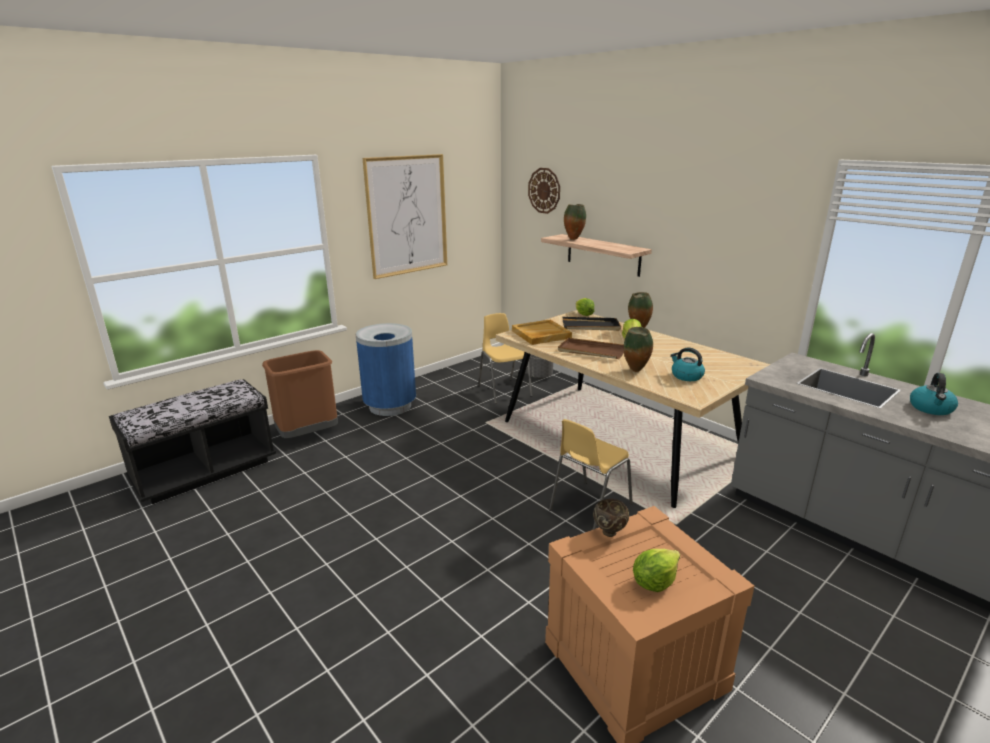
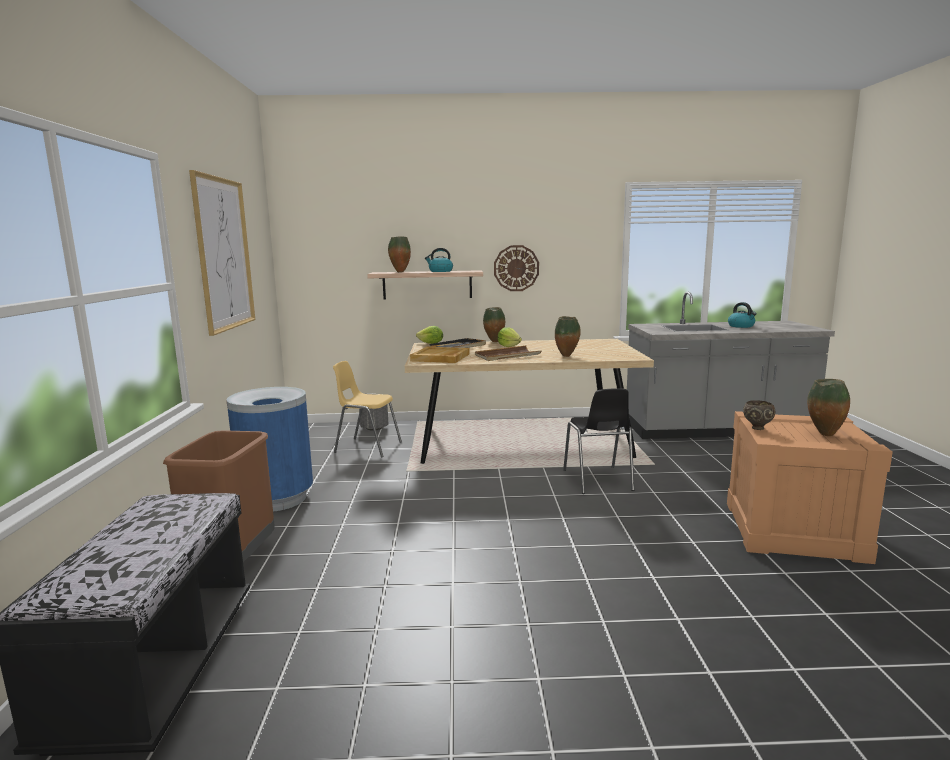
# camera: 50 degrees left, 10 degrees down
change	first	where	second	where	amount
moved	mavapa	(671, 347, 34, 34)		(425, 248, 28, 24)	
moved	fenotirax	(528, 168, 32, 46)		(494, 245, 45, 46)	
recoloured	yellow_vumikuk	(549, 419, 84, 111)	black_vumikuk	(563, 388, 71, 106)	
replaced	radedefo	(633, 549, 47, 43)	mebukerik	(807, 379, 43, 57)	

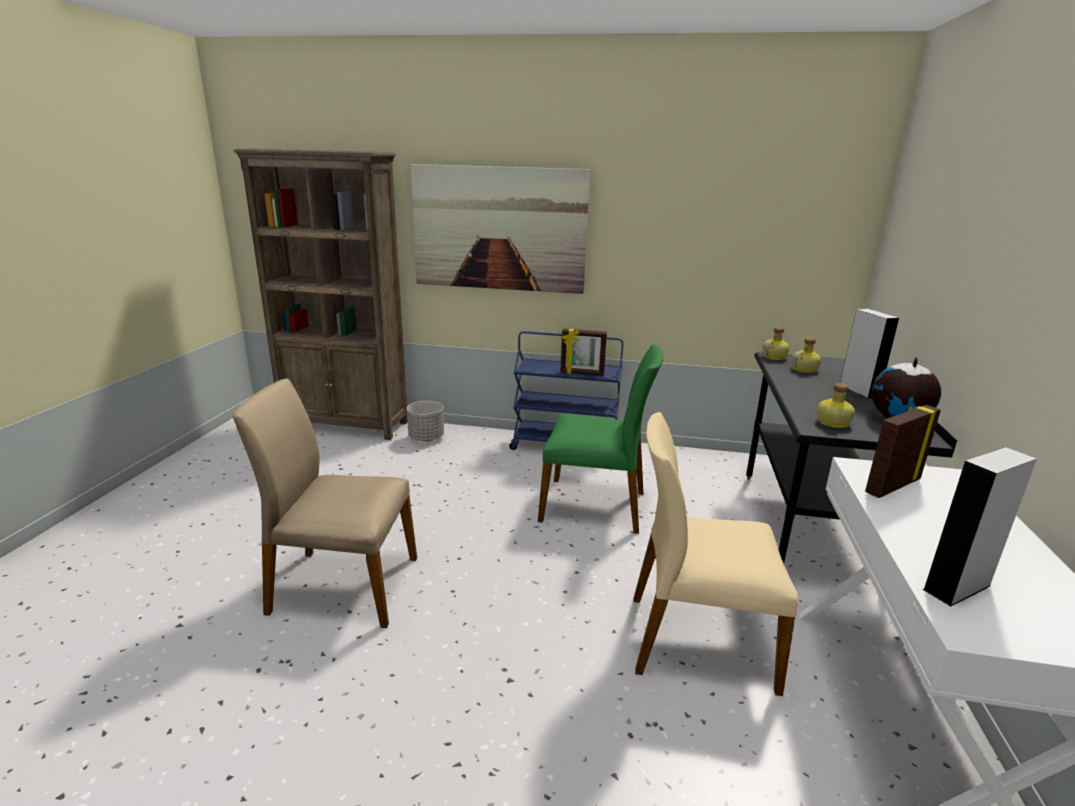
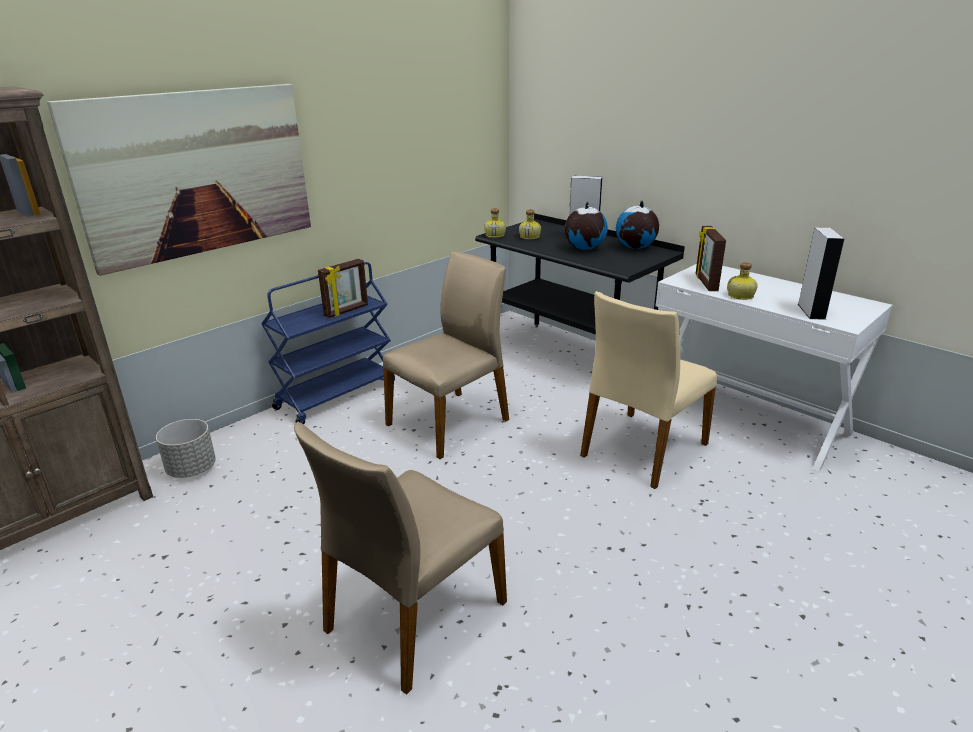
# camera: 55 degrees left, 5 degrees up
change	first	where	second	where	amount
recoloured	green_vumikuk	(538, 344, 125, 190)	beige_vumikuk	(383, 251, 126, 208)	
added			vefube	(565, 202, 43, 48)	
moved	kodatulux	(817, 383, 38, 45)		(727, 262, 31, 38)	

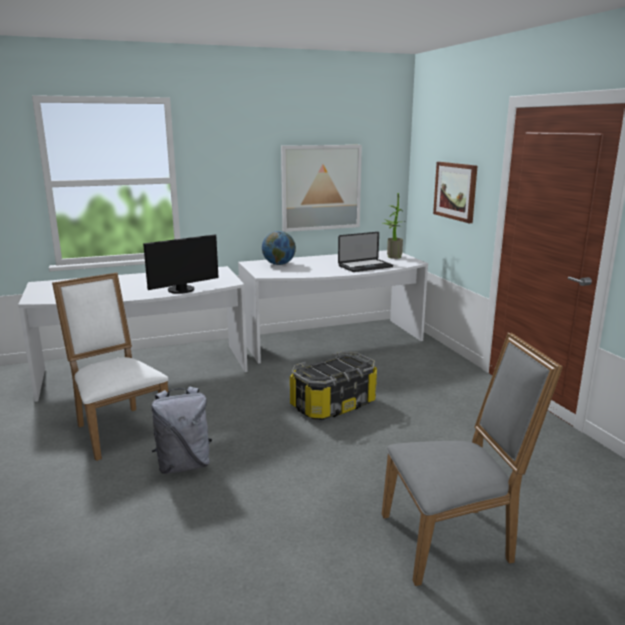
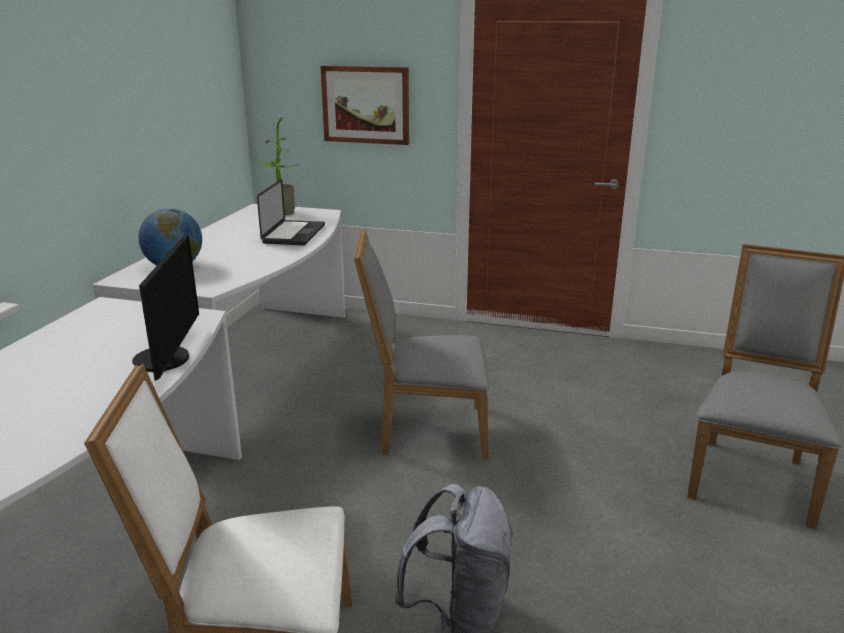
# camera: 55 degrees left, 5 degrees up
change	first	where	second	where	amount
replaced	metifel	(290, 351, 87, 69)	grey_vumikuk	(354, 230, 135, 230)	
removed	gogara	(281, 145, 81, 87)			

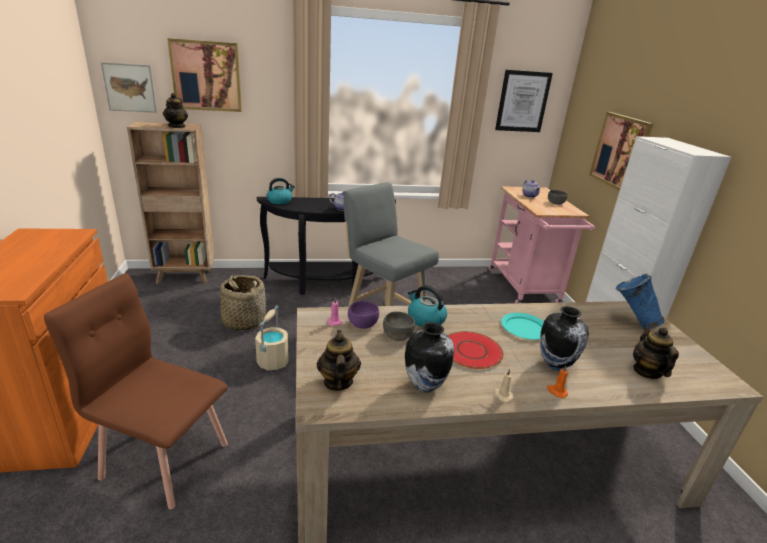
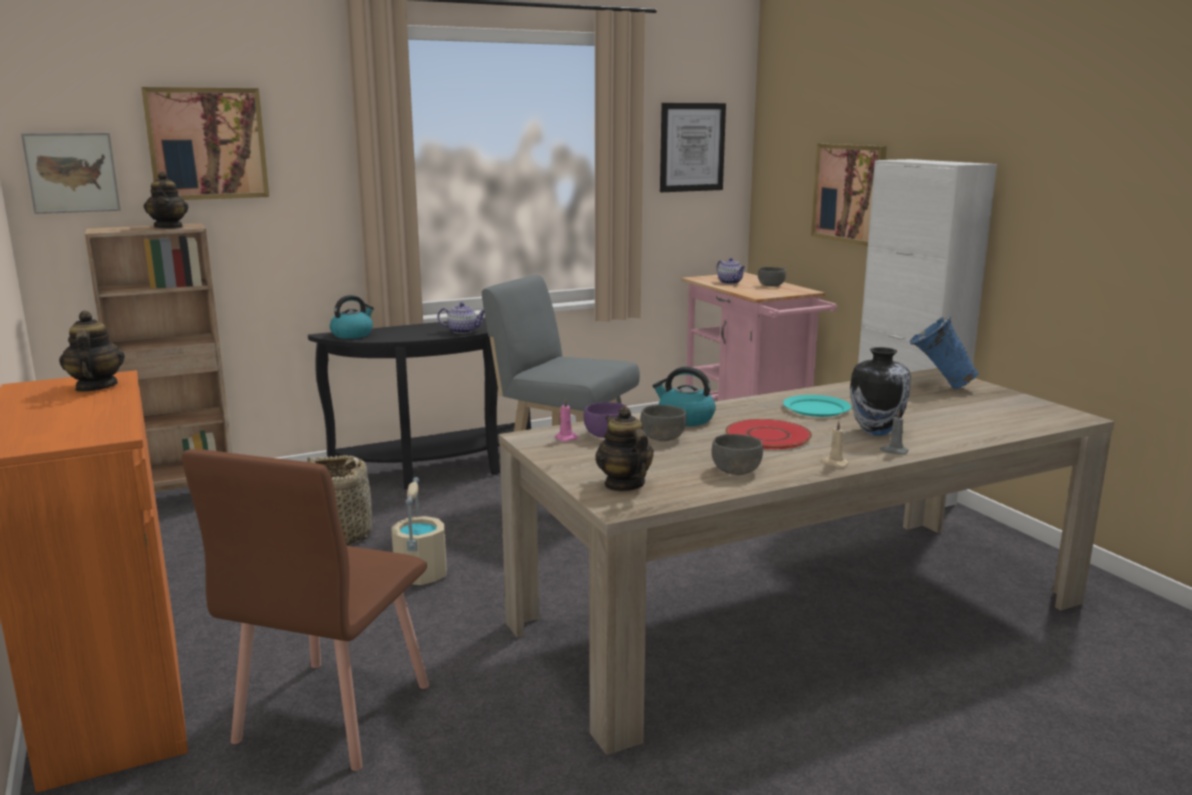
# camera: 15 degrees left, 10 degrees down
change	first	where	second	where	amount
moved	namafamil	(633, 325, 46, 54)		(59, 311, 66, 81)	
turned	brown_vumikuk	(44, 273, 184, 237)		(182, 449, 247, 322)	75 degrees counterclockwise
replaced	mebukerik	(405, 322, 49, 71)	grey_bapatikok	(712, 434, 51, 41)	
recoloured	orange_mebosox	(547, 365, 21, 33)	grey_mebosox	(880, 410, 29, 44)	

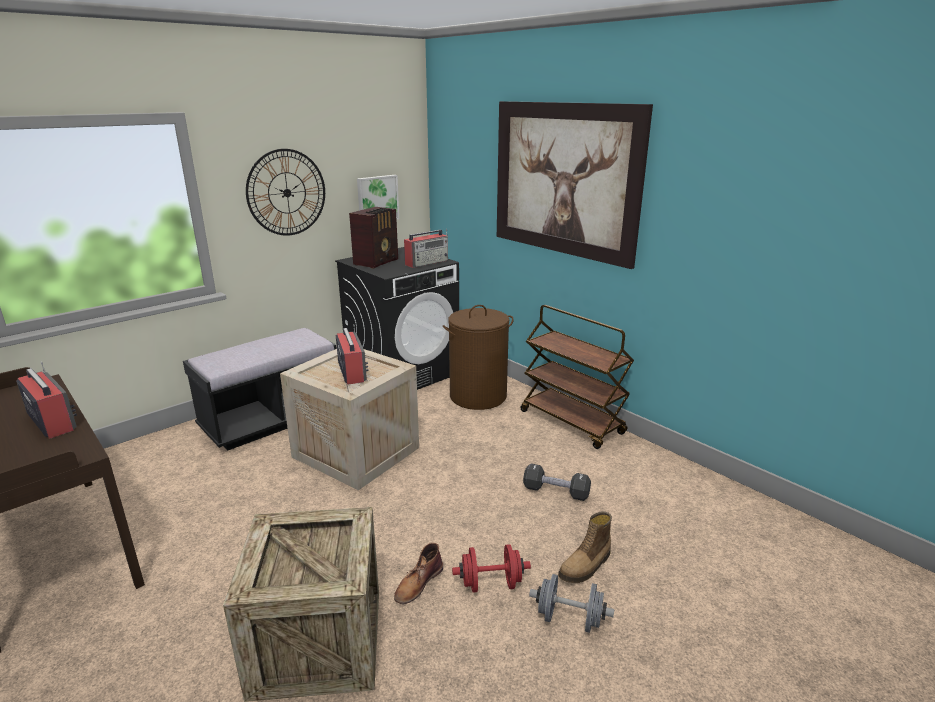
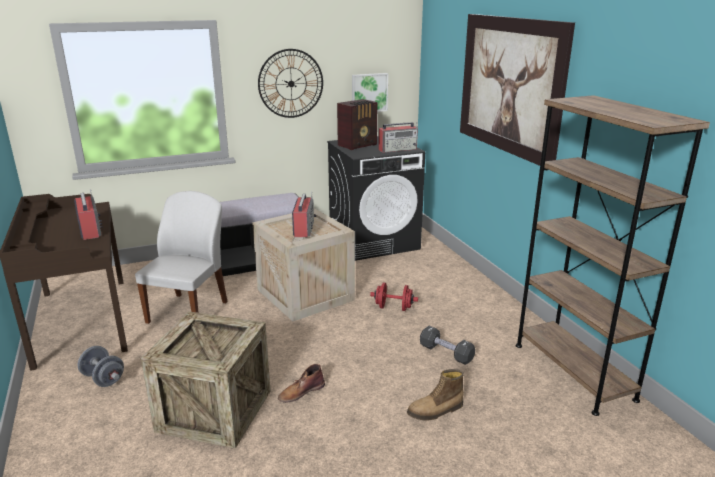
# camera: 20 degrees right, 0 degrees up
change	first	where	second	where	amount
moved	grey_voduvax	(529, 574, 85, 59)		(78, 346, 46, 41)	
added			white_vumikuk	(135, 191, 93, 133)	
moved	red_voduvax	(452, 544, 79, 49)		(370, 283, 48, 28)	
added			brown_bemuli	(516, 95, 194, 321)	
removed	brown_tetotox	(443, 305, 71, 105)			
removed	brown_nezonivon	(521, 305, 113, 144)			

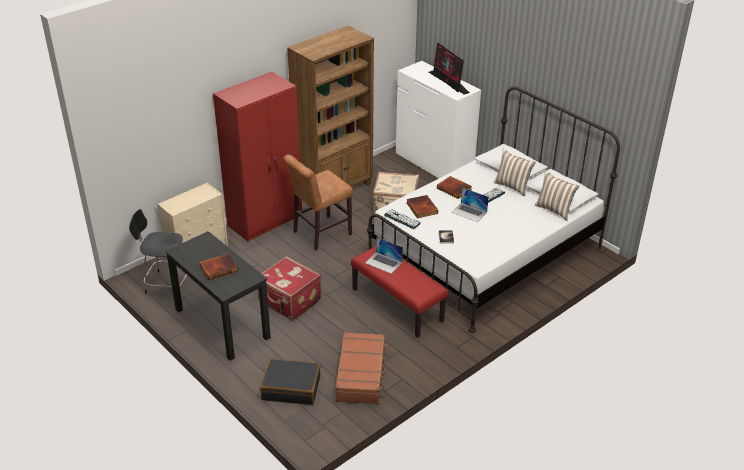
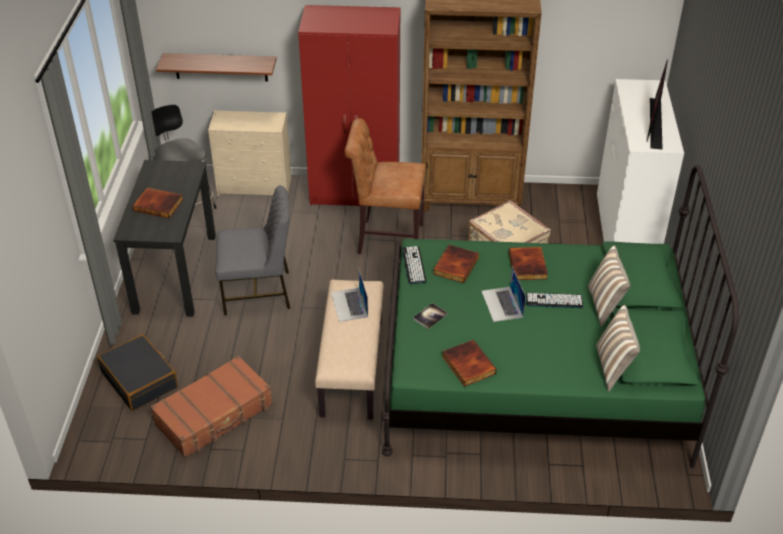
# camera: 45 degrees right, 5 degrees up
change	first	where	second	where	amount
added			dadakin	(156, 53, 121, 28)	
replaced	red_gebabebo	(258, 256, 64, 65)	grey_vumikuk	(216, 185, 74, 131)	
recoloured	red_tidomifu	(351, 246, 97, 92)	beige_tidomifu	(315, 279, 69, 141)	
recoloured	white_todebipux	(367, 87, 253, 246)	green_todebipux	(381, 165, 358, 303)	
added			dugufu	(442, 340, 55, 47)	

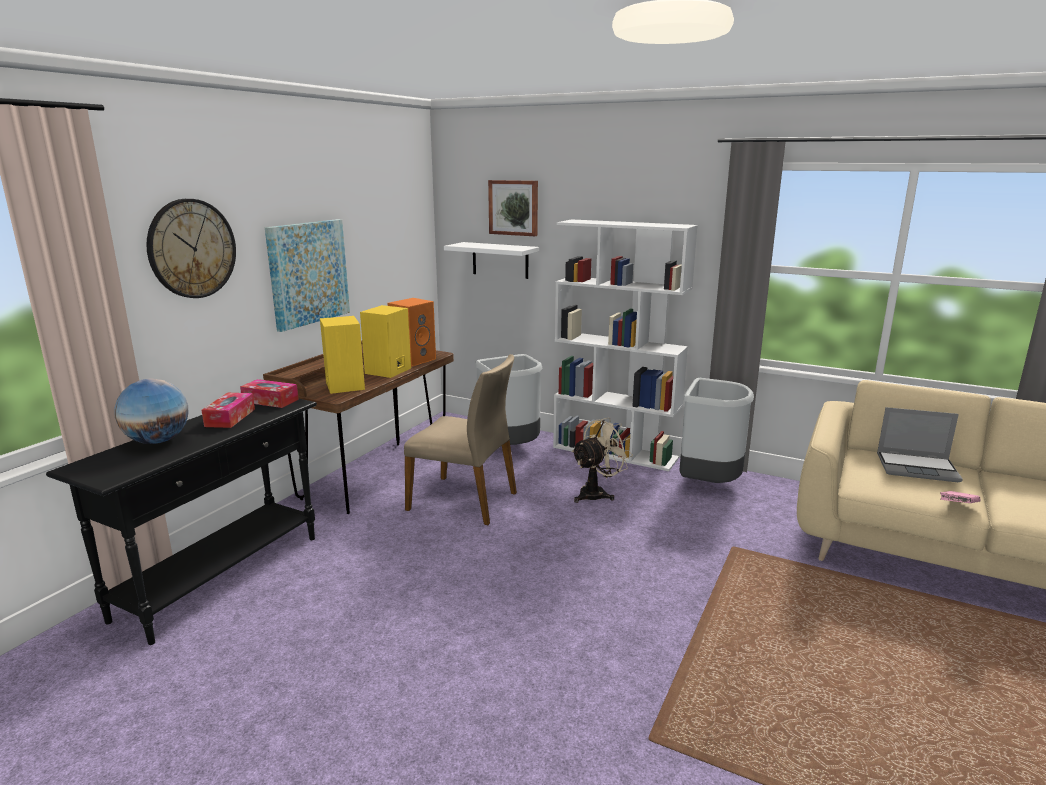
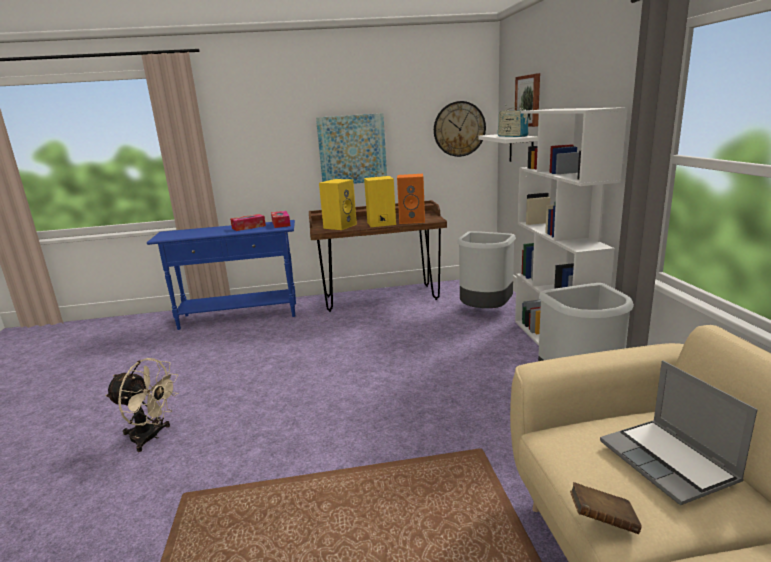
# camera: 55 degrees right, 0 degrees up
change	first	where	second	where	amount
moved	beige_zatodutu	(571, 417, 62, 86)		(105, 358, 74, 94)	
recoloured	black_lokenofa	(46, 398, 271, 247)	blue_lokenofa	(147, 220, 149, 110)	
moved	fenotirax	(147, 199, 89, 99)		(434, 101, 52, 56)	
added			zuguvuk	(498, 107, 30, 30)	
recoloured	pink_dugufu	(940, 491, 40, 12)	brown_dugufu	(570, 482, 71, 52)	
removed	vefube	(114, 379, 74, 65)			
removed	beige_vumikuk	(404, 354, 113, 171)			

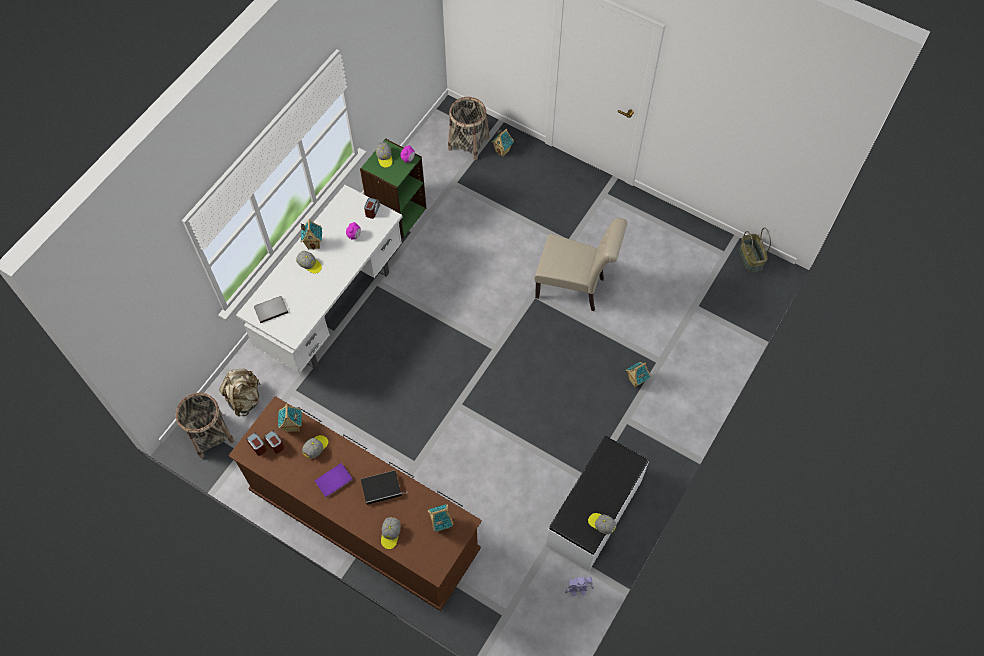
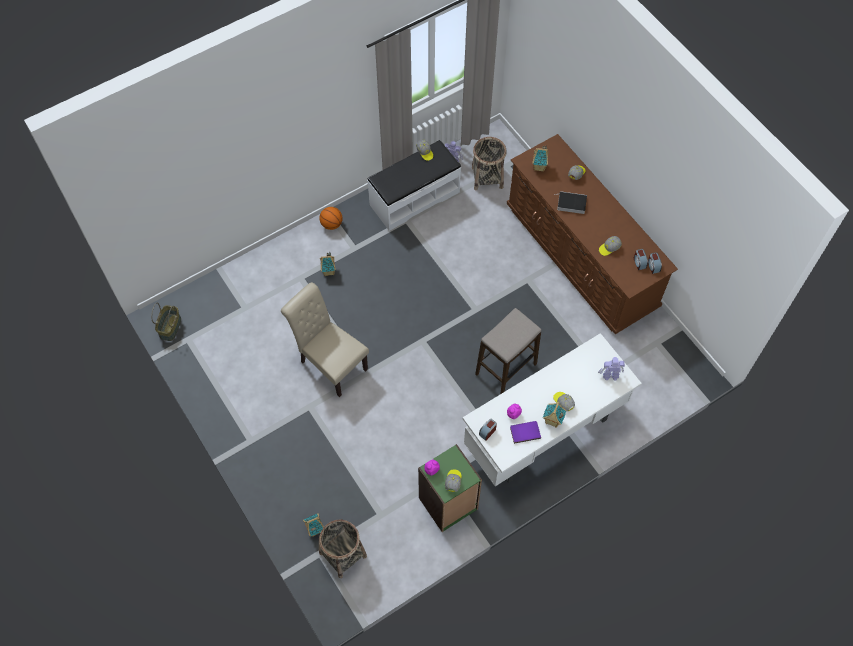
# camera: 155 degrees left, 0 degrees up
change	first	where	second	where	amount
added			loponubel	(319, 207, 24, 23)	
moved	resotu	(176, 393, 59, 65)		(472, 137, 34, 53)	
added			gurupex	(475, 308, 66, 86)	
moved	purple_dugufu	(314, 463, 39, 35)		(510, 421, 31, 23)	
replaced	grey_dugufu	(254, 296, 34, 27)	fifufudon	(598, 357, 27, 23)	
removed	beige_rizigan	(219, 369, 41, 48)			
removed	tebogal	(278, 404, 24, 29)			

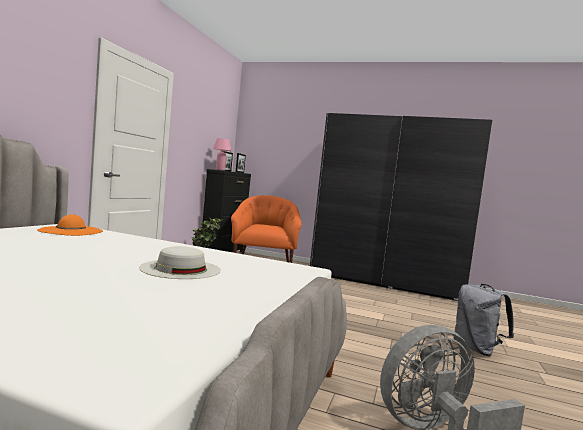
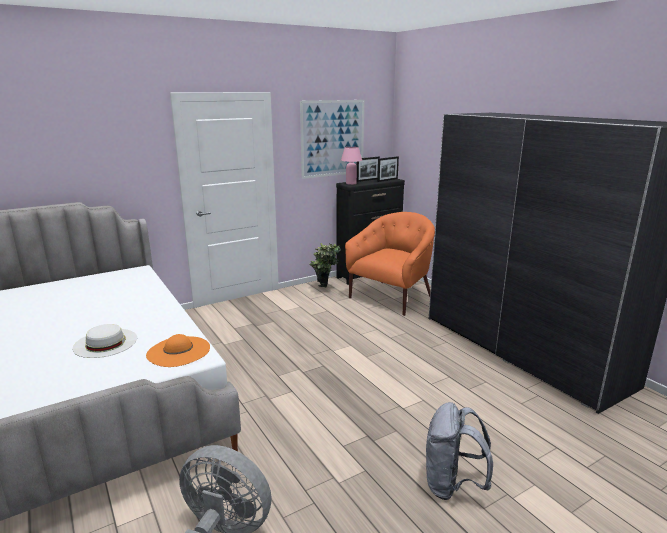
# camera: 40 degrees right, 15 degrees up
change	first	where	second	where	amount
moved	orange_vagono	(37, 214, 66, 22)		(146, 334, 64, 33)	
added			gogara	(300, 100, 64, 79)	

